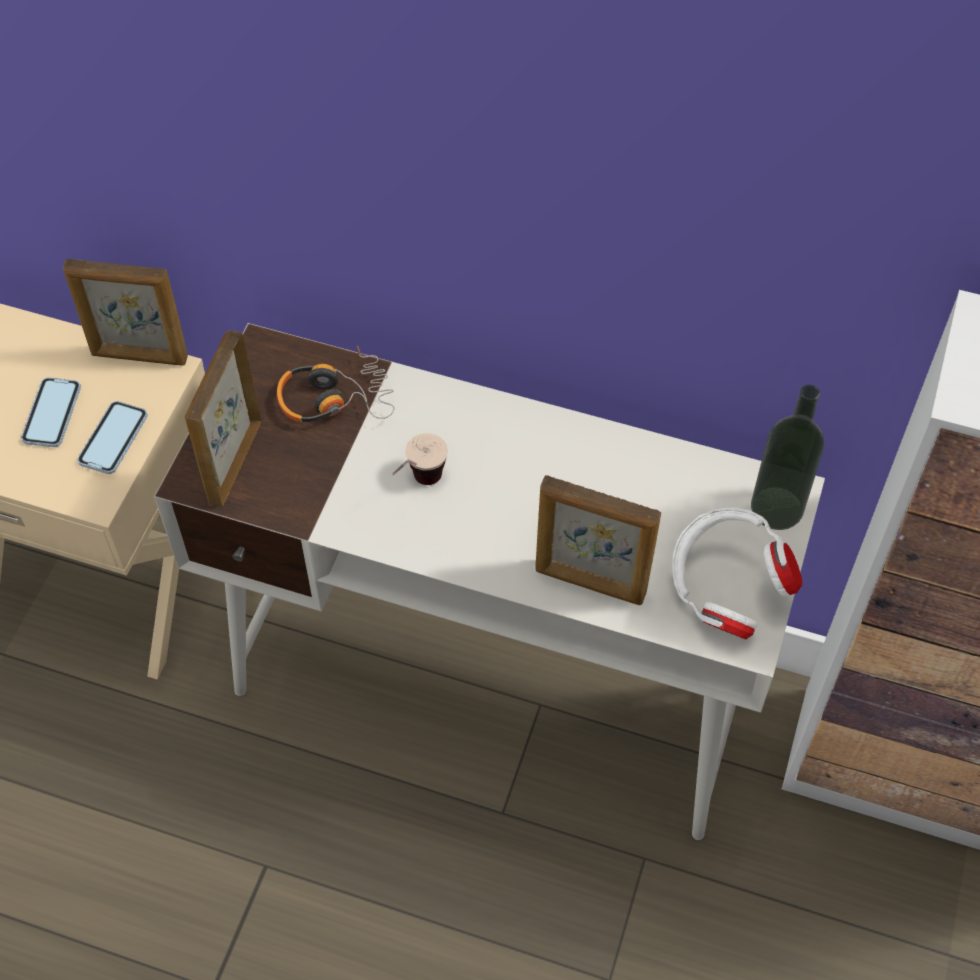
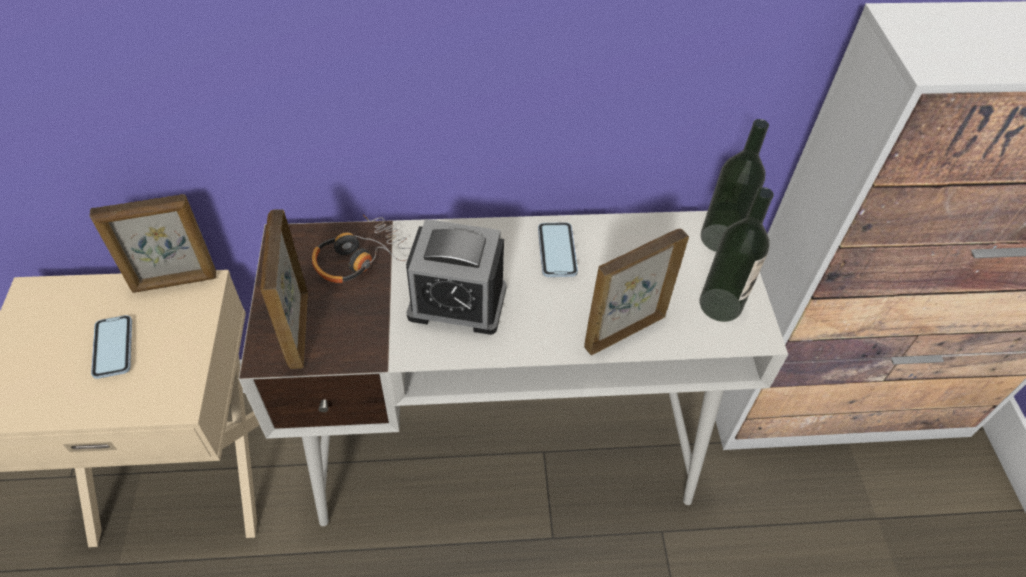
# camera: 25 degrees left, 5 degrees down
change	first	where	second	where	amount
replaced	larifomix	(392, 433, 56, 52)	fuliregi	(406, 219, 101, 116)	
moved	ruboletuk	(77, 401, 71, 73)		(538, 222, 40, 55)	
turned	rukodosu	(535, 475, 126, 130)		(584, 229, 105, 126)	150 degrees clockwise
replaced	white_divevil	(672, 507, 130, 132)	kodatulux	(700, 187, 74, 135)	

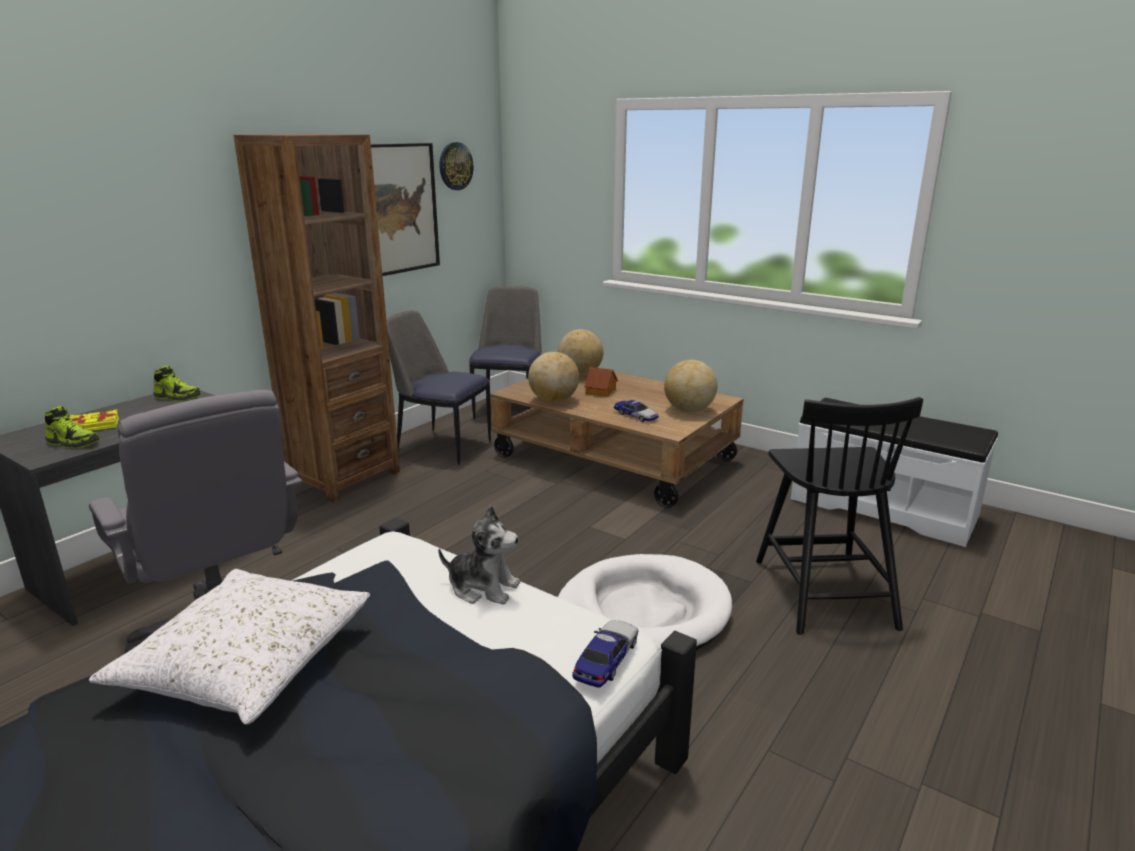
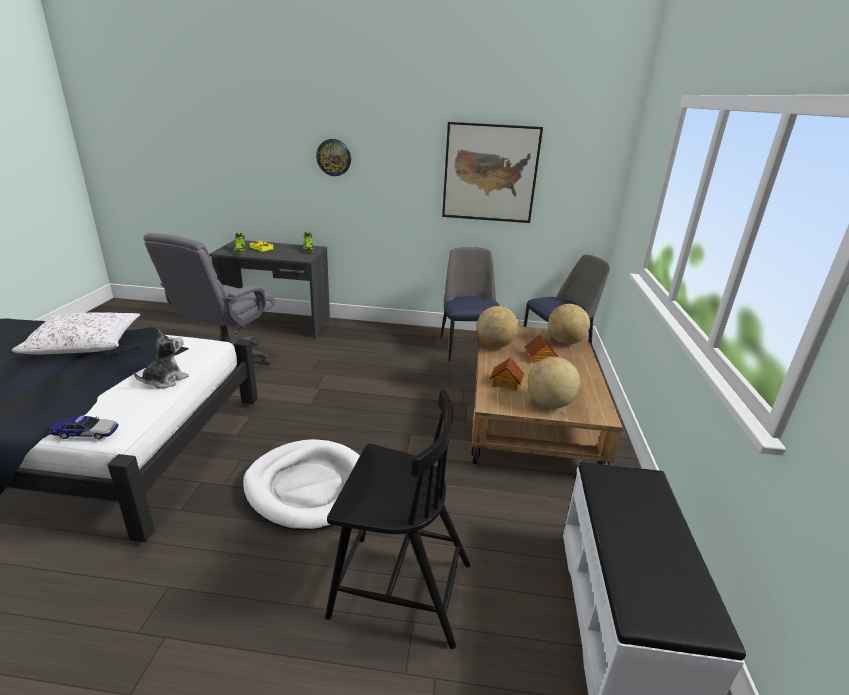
# camera: 60 degrees right, 5 degrees up
change	first	where	second	where	amount
turned	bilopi	(438, 506, 82, 98)		(134, 330, 55, 59)	135 degrees counterclockwise
moved	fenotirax	(439, 142, 34, 48)		(316, 139, 35, 37)	
turned	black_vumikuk	(756, 397, 167, 238)		(325, 390, 146, 259)	135 degrees counterclockwise
replaced	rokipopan	(614, 400, 45, 22)	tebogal	(490, 357, 34, 34)	
removed	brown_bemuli	(233, 134, 167, 369)			

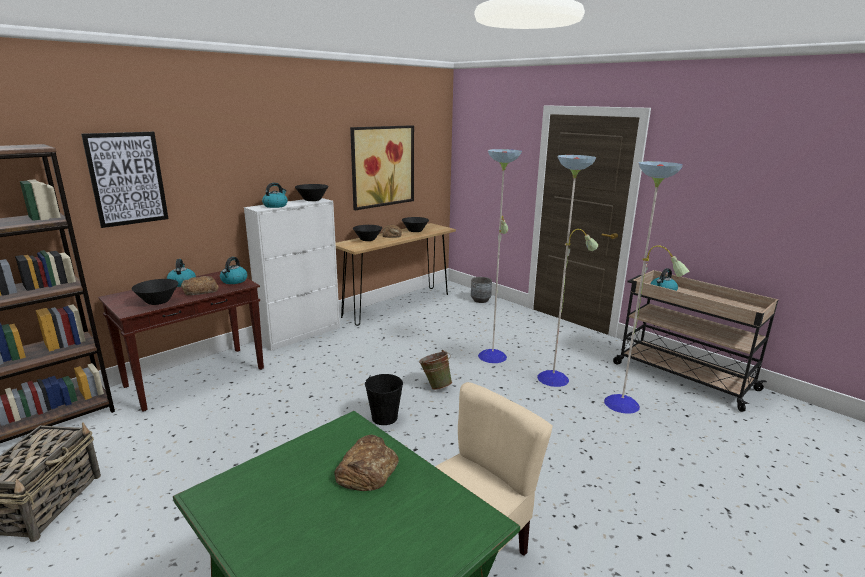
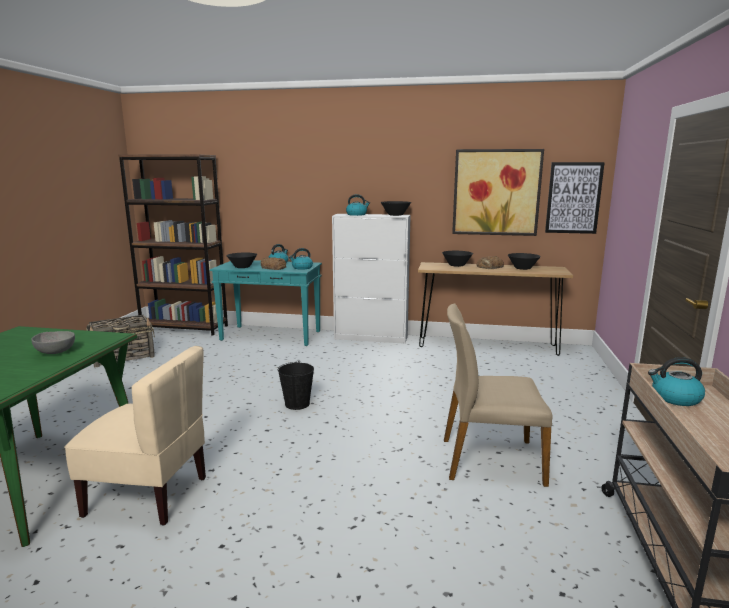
# camera: 55 degrees right, 5 degrees down
change	first	where	second	where	amount
replaced	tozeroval	(334, 435, 65, 56)	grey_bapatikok	(31, 331, 44, 23)	
recoloured	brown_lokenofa	(98, 271, 166, 140)	turquoise_lokenofa	(210, 260, 112, 86)	
replaced	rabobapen	(478, 149, 211, 265)	beige_vumikuk	(444, 304, 109, 183)	
moved	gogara	(81, 132, 88, 96)		(545, 162, 60, 72)	
removed	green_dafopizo	(419, 350, 33, 40)			
removed	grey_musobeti	(471, 277, 21, 26)			

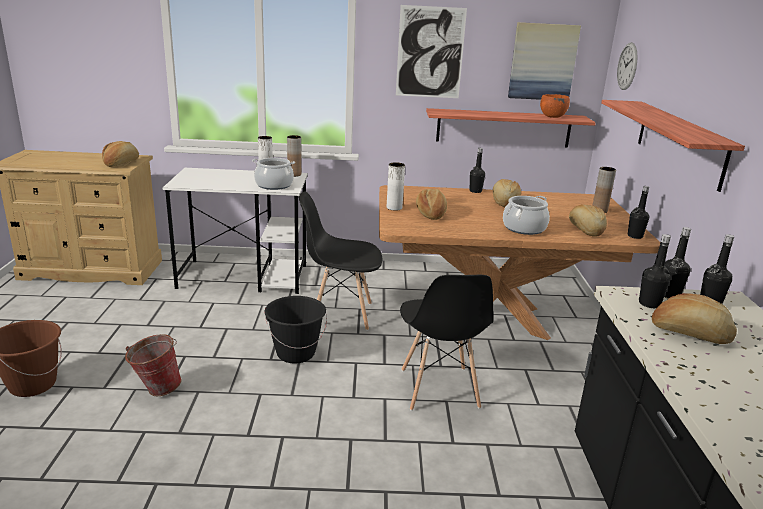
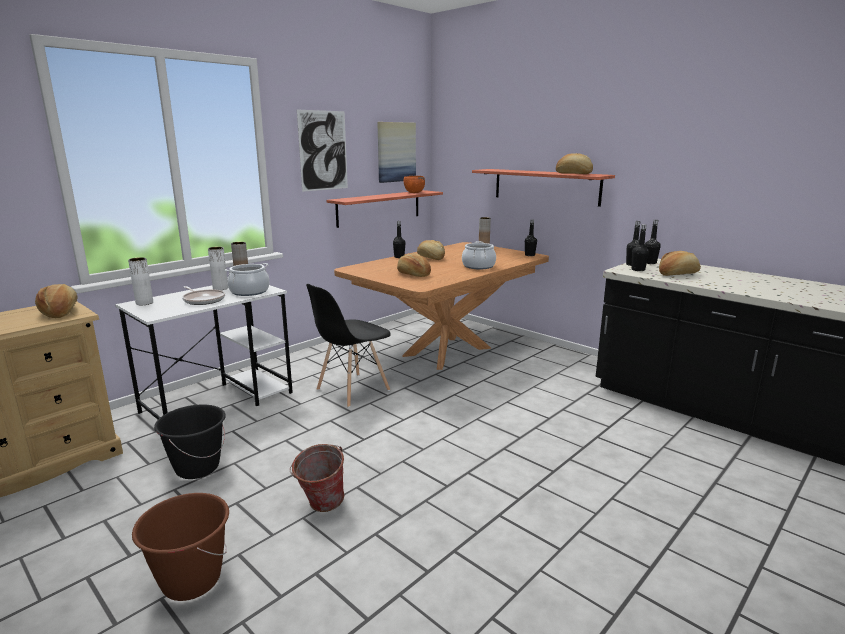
# camera: 45 degrees left, 5 degrees down
change	first	where	second	where	amount
moved	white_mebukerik	(387, 162, 18, 49)		(128, 257, 25, 48)	
moved	black_dafopizo	(264, 296, 63, 67)		(154, 404, 72, 75)	
added			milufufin	(182, 286, 43, 19)	
moved	tozeroval	(569, 204, 38, 33)		(556, 153, 37, 21)	
removed	black_vumikuk	(400, 275, 93, 136)			
removed	fenotirax	(617, 42, 21, 48)			

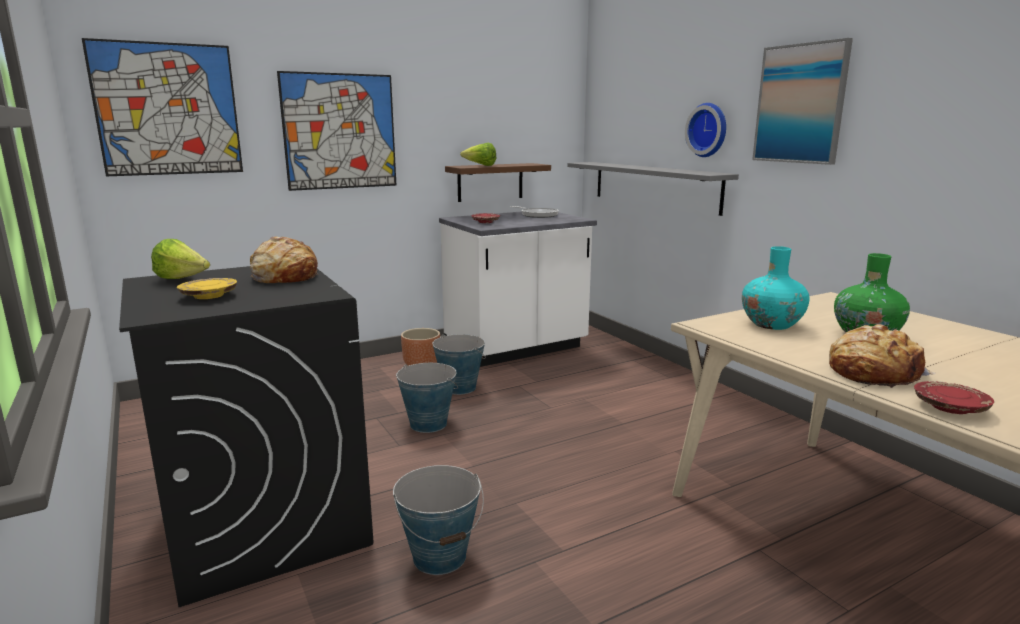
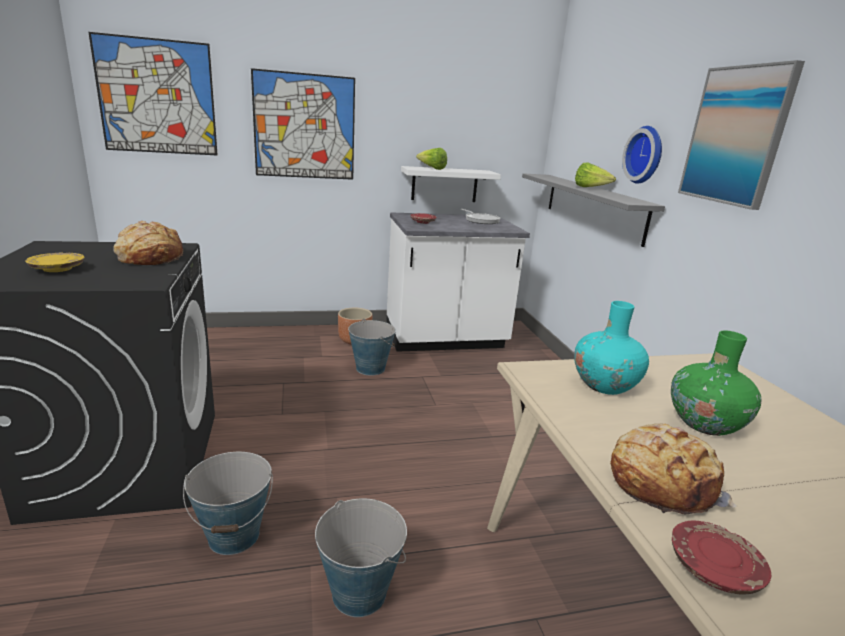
# camera: 15 degrees right, 5 degrees up
change	first	where	second	where	amount
moved	dafopizo	(396, 363, 62, 70)		(315, 498, 92, 119)	
recoloured	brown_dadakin	(445, 163, 106, 39)	white_dadakin	(401, 166, 100, 36)	
moved	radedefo	(151, 239, 59, 40)		(575, 162, 41, 25)	

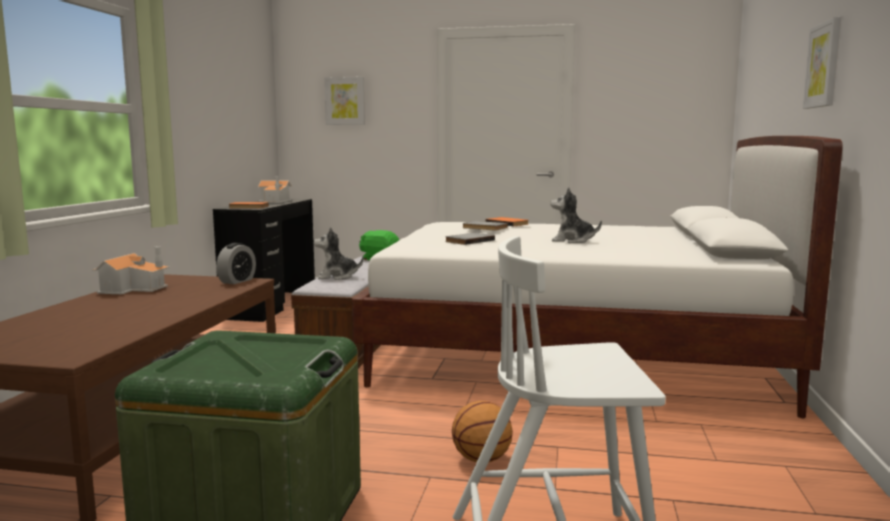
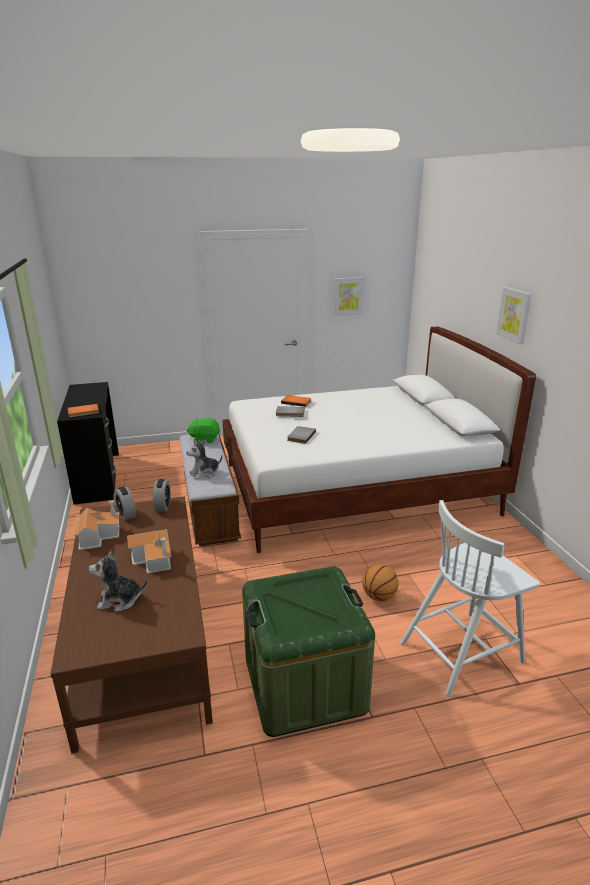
# camera: 25 degrees left, 15 degrees up
change	first	where	second	where	amount
moved	bilopi	(550, 187, 52, 56)		(89, 550, 59, 62)	
added			fuliregi	(114, 487, 22, 34)	
moved	tebogal	(258, 176, 33, 27)		(127, 529, 44, 45)	
moved	gogara	(324, 77, 41, 48)		(333, 277, 32, 39)	

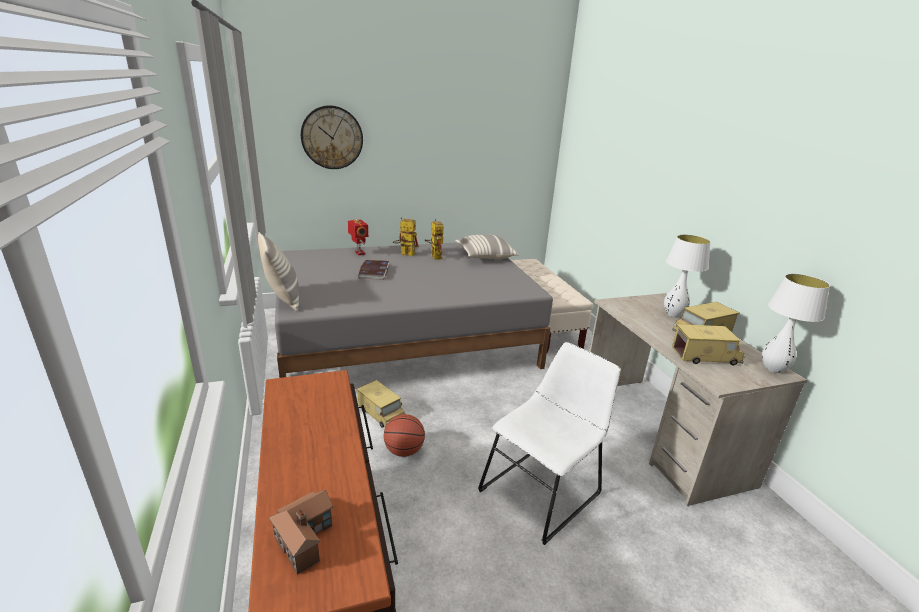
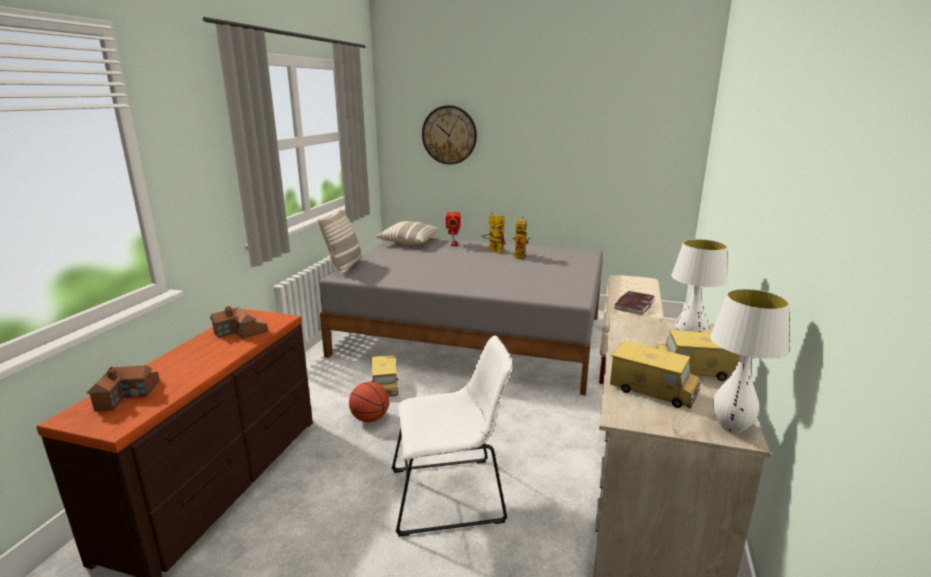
# camera: 35 degrees right, 5 degrees down
change	first	where	second	where	amount
added			tebogal	(210, 306, 58, 33)	
moved	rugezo	(455, 235, 64, 24)		(375, 221, 64, 24)	
moved	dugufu	(359, 260, 30, 20)		(615, 291, 40, 24)	

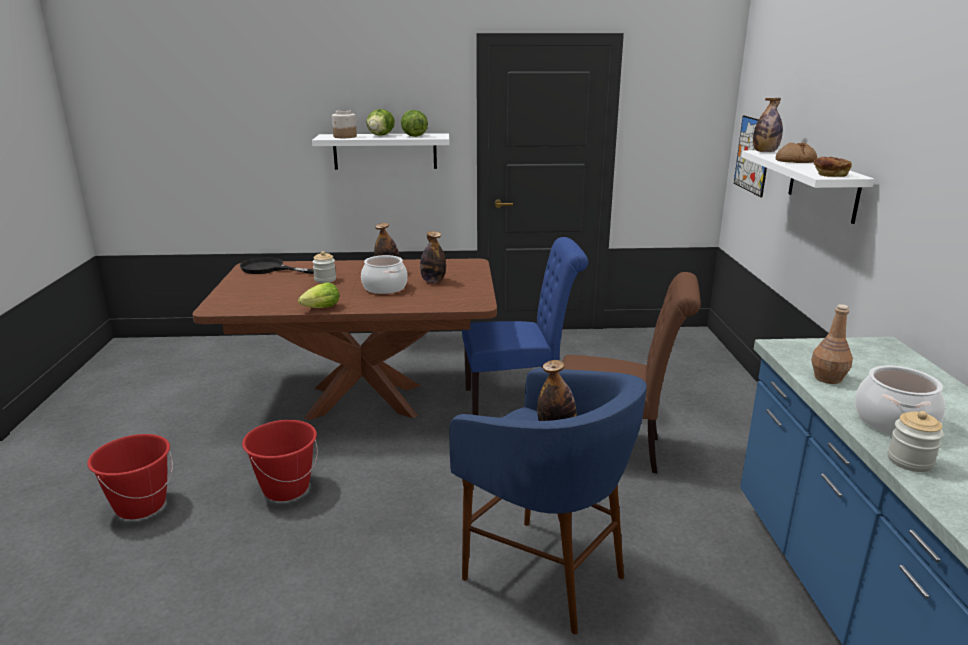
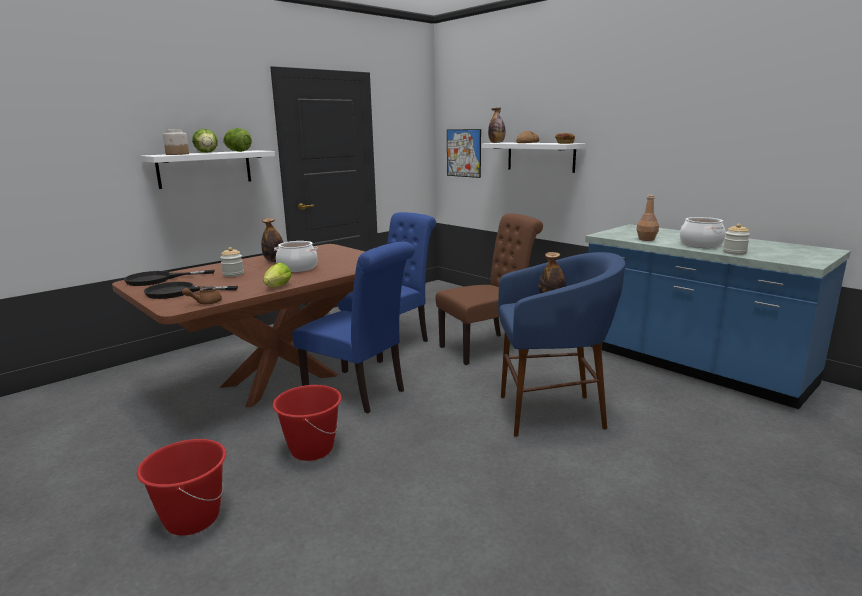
# camera: 40 degrees left, 5 degrees down
change	first	where	second	where	amount
added			black_milufufin	(144, 282, 94, 17)	
added			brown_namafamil	(182, 286, 40, 19)	
added			blue_vumikuk	(292, 242, 123, 171)	
removed	kodatulux	(420, 231, 26, 52)			

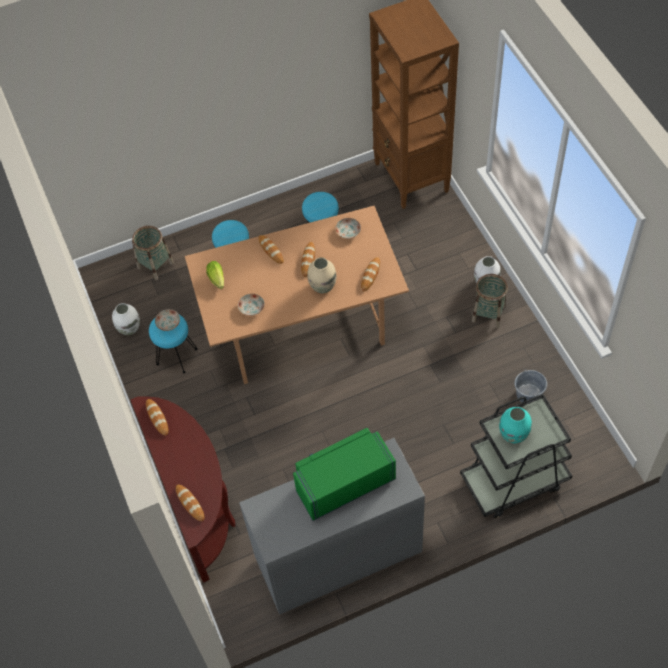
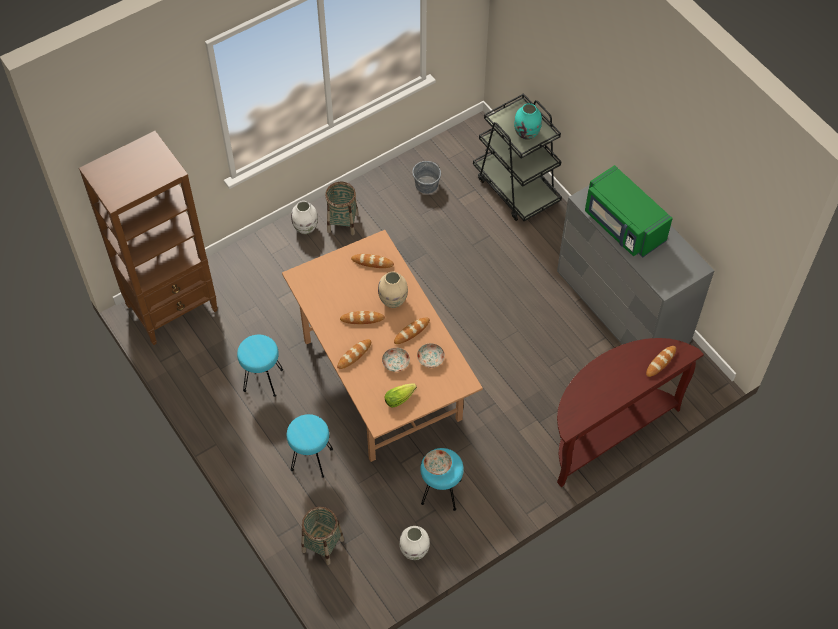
# camera: 105 degrees left, 0 degrees up
change	first	where	second	where	amount
moved	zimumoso	(335, 218, 26, 21)		(382, 348, 28, 24)	
moved	tozeroval	(146, 399, 22, 36)		(394, 317, 36, 27)	

